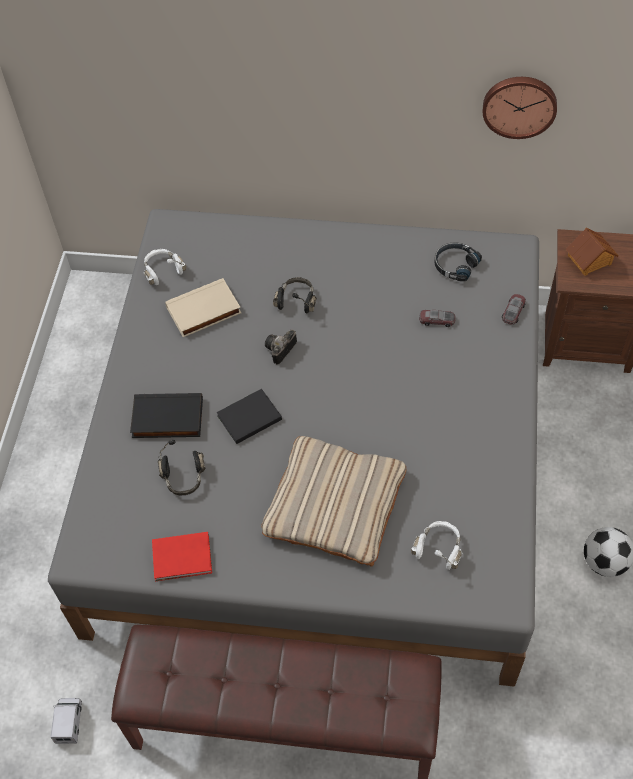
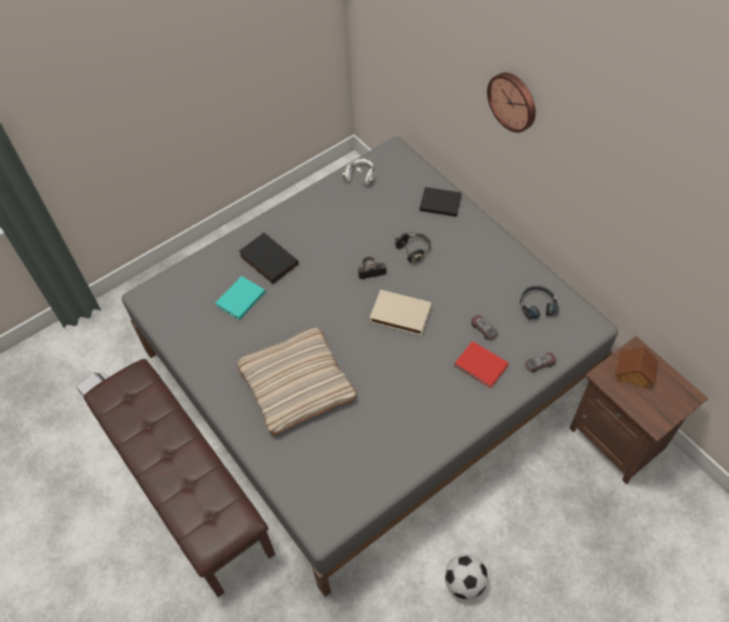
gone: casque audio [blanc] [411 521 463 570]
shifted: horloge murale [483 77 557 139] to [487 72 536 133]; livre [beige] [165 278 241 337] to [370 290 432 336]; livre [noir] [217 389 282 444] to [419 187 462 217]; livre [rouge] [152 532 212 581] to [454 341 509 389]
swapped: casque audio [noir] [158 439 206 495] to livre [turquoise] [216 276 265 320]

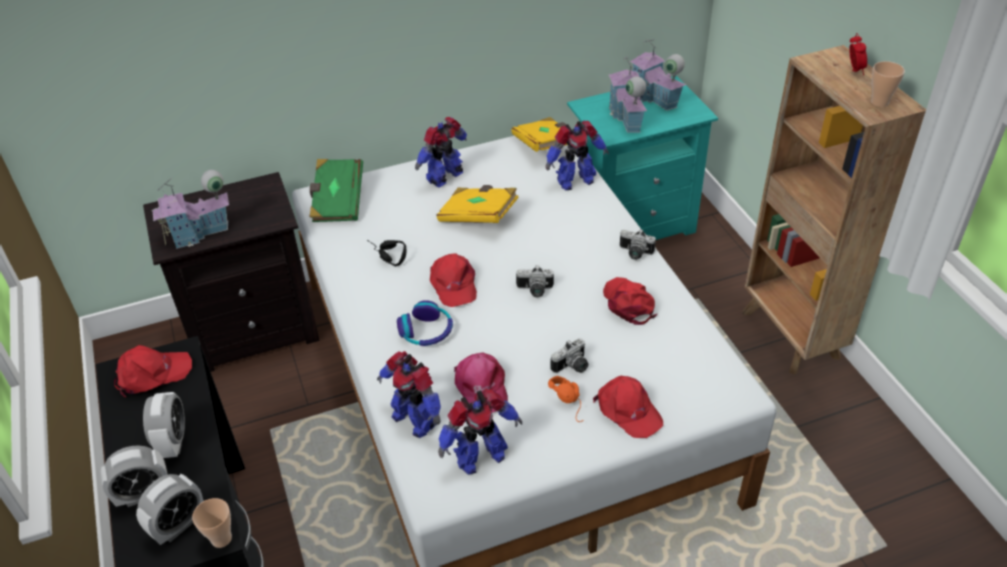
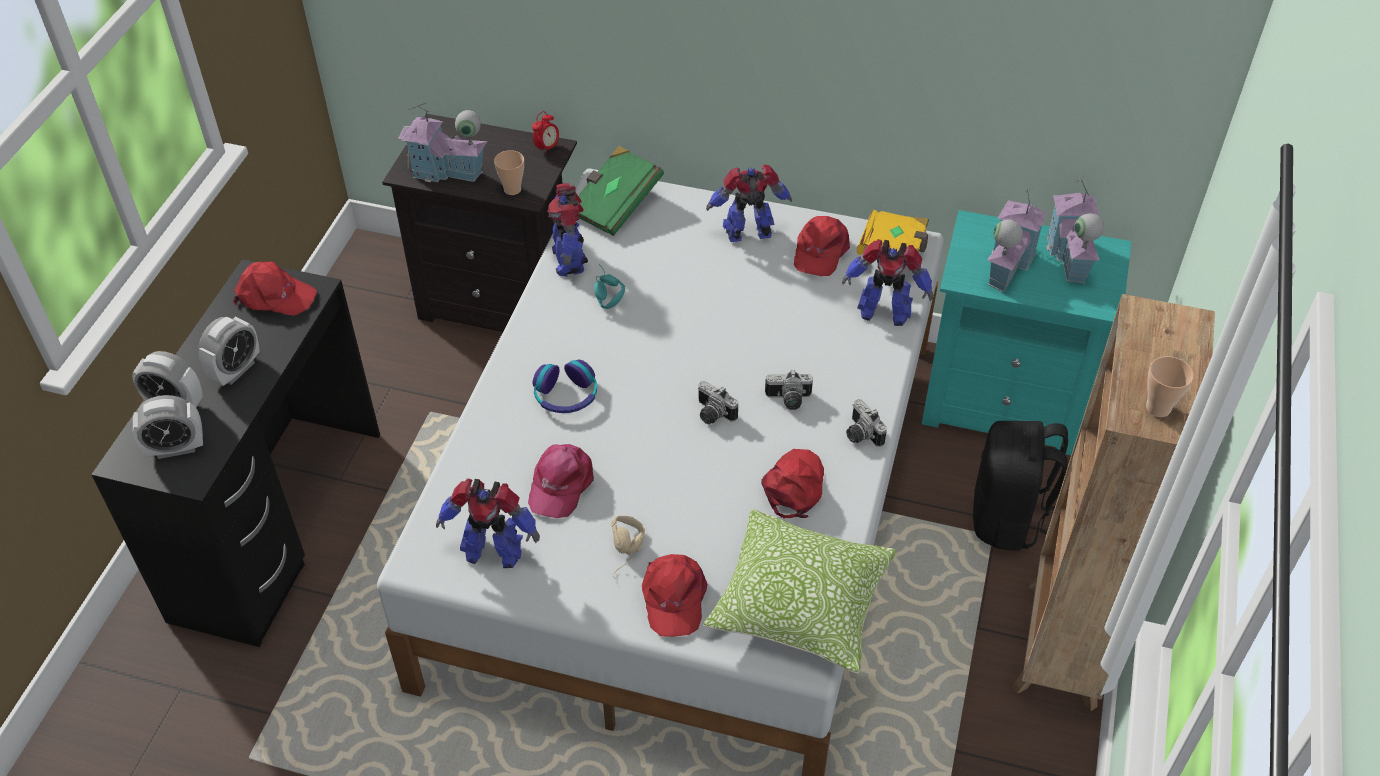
gone: livre [jaune] [437 185 519 223]
new: sac à dos [noir] [973 421 1068 551]; coussin [703 509 896 674]
shifted: réveil [849 33 867 75] to [532 111 559 155]; casquette [rouge] [430 253 477 307] to [794 216 850 276]; appareil photo [550 338 588 373] to [765 369 813 410]; robot jouet [377 351 441 438] to [547 183 588 276]; tasse [192 498 232 548] to [494 150 524 195]
repainted: casque audio [noir] [367 240 406 267] to casque audio [turquoise] [594 264 625 309]; casque audio [orange] [548 376 583 422] to casque audio [beige] [611 516 645 578]

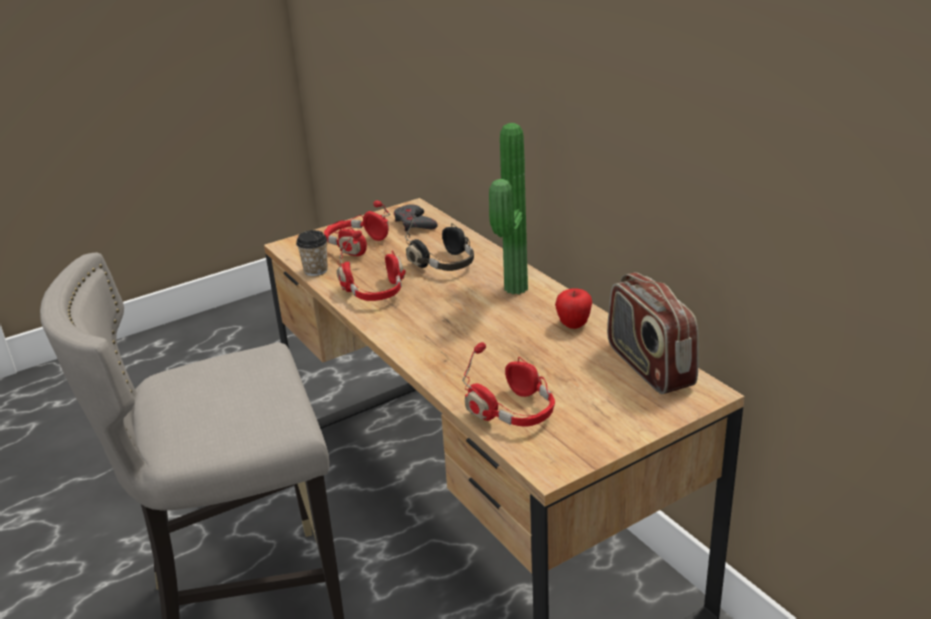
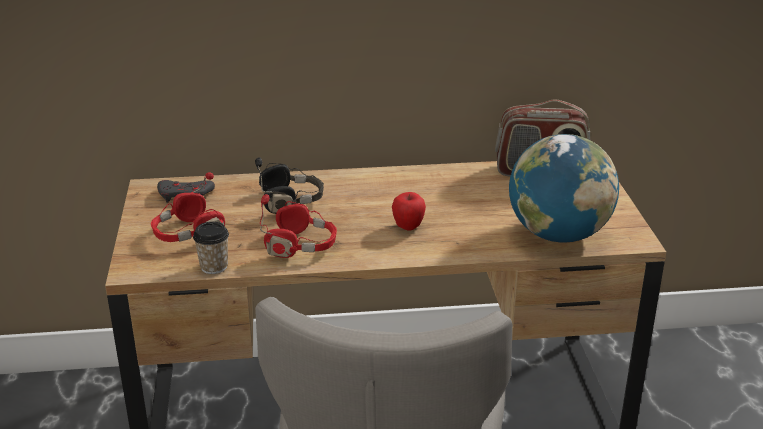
gone: plante en pot [489 123 528 294]
shifted: pomme [555 289 592 329] to [392 192 426 230]
swapped: casque audio [rouge] [462 342 555 427] to globe [509 134 619 243]

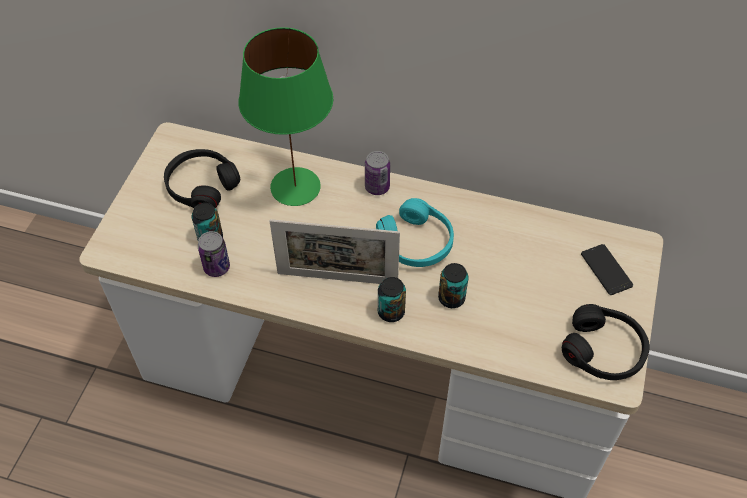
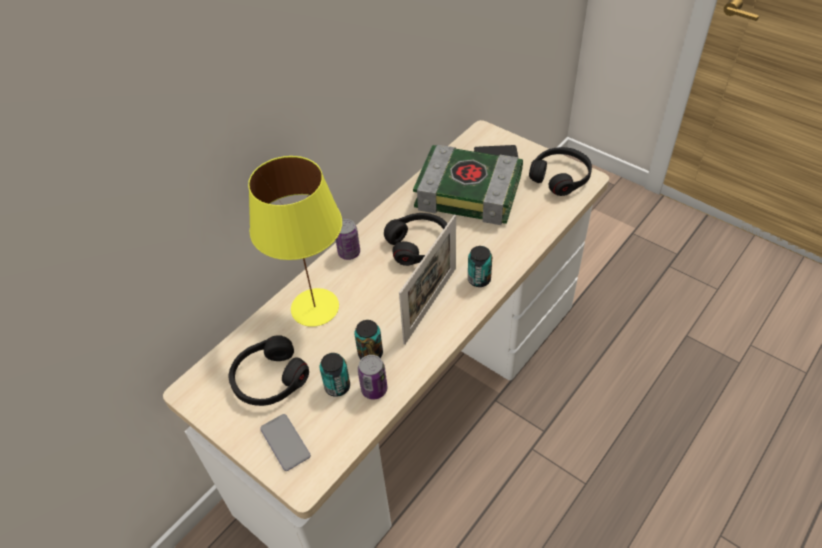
new: livre [413 145 523 225]; téléphone [260 414 311 471]
shifted: boîte métallique [438 263 469 308] to [354 320 383 359]
repainted: lampe de table [vert] [239 27 333 206] to lampe de table [jaune] [248 156 342 327]; casque audio [turquoise] [376 198 454 267] to casque audio [noir] [384 213 448 266]

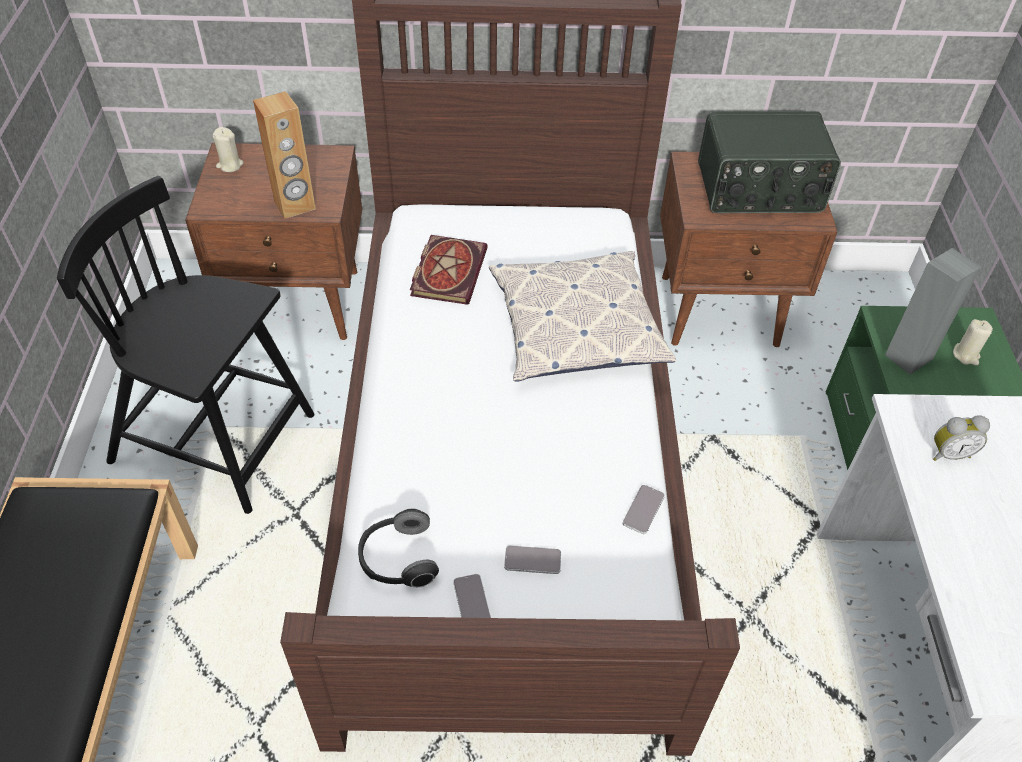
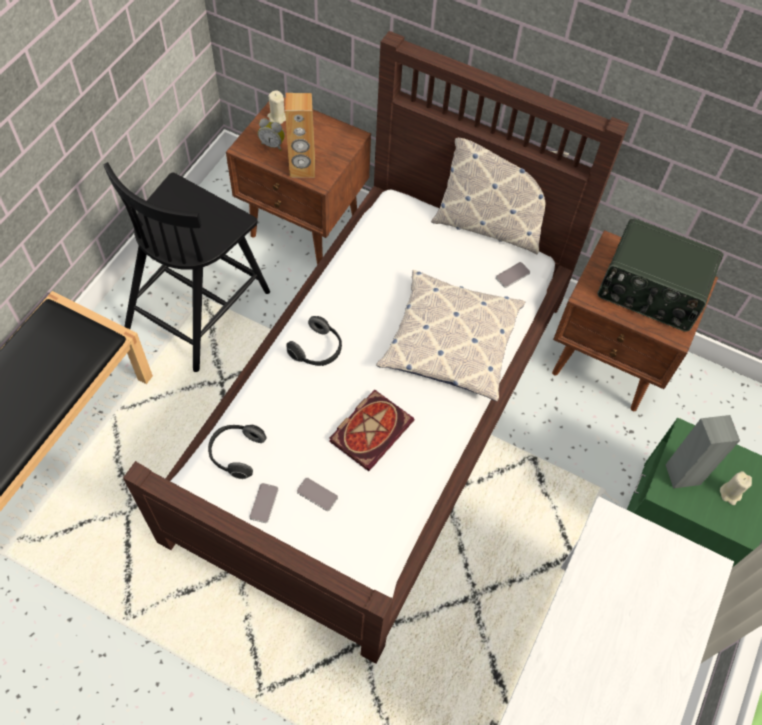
new: coussin [431 138 569 254]; casque audio [286 316 342 366]
shifted: livre [410 235 488 305] to [329 390 414 471]; réveil [933 415 990 461] to [258 118 285 151]; téléphone [623 485 665 534] to [496 262 530 288]
rotated: chaise [noir] [57 176 314 514] = [104 162 270 372] 105 degrees counterclockwise

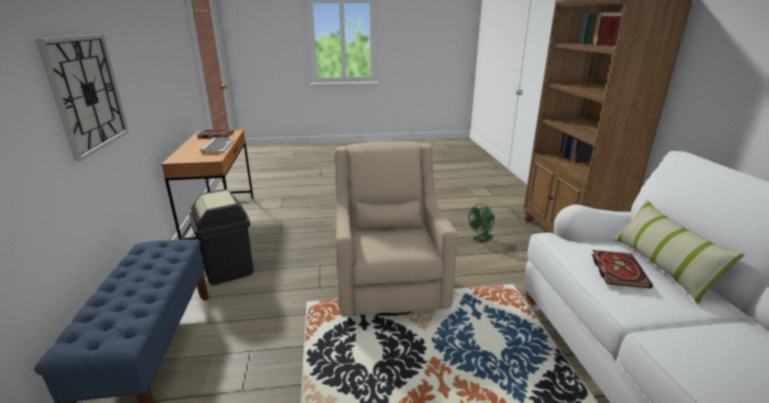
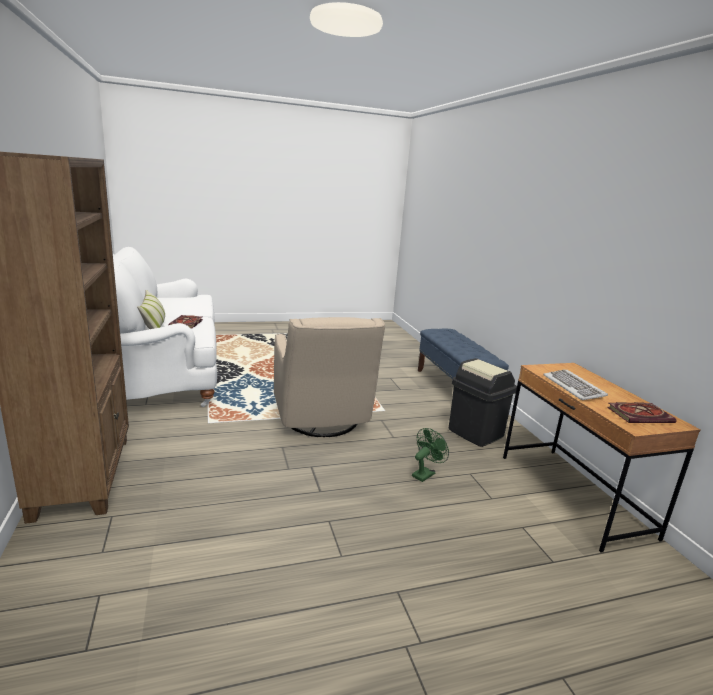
gone: horloge murale [35 34 129 161]
shifted: ventilateur [vert] [468 204 495 243] to [412 428 449 482]

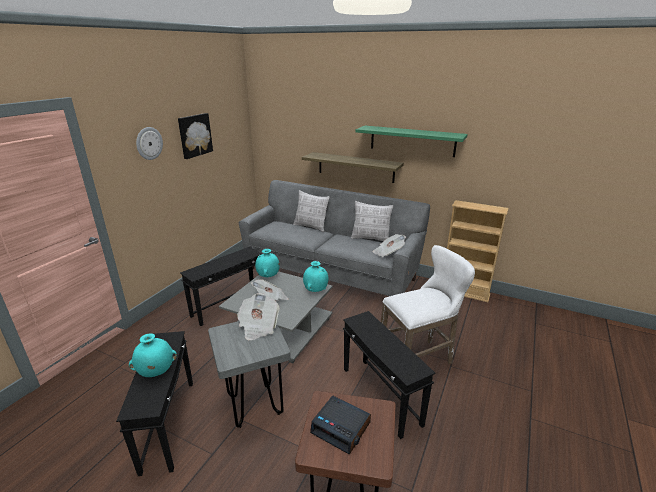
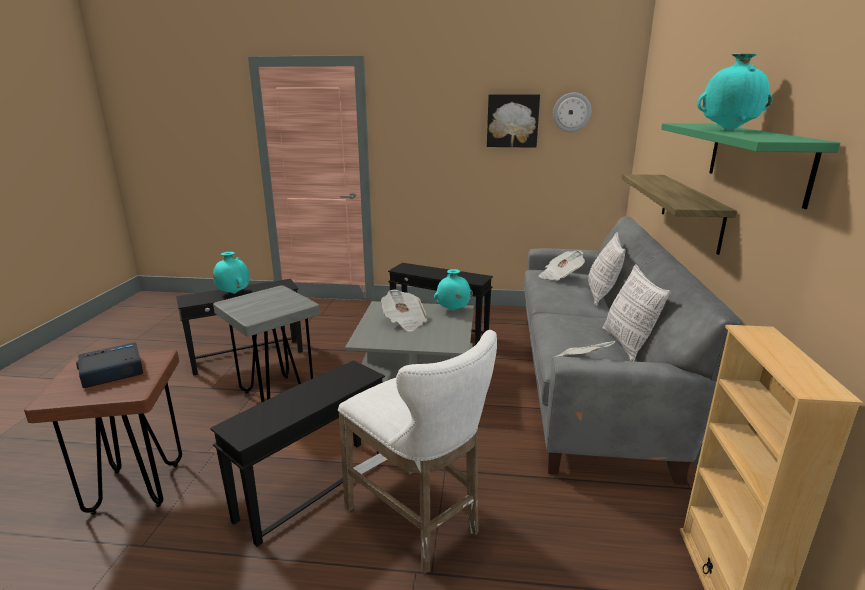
shifted: horloge murale [136 127 163 160] to [553 93 591 132]; vase [turquoise] [303 261 329 292] to [697 53 772 130]; journal [237 293 280 341] to [539 251 585 281]
rotated: réveil [310 396 371 455] = [76 342 143 388] 45 degrees clockwise

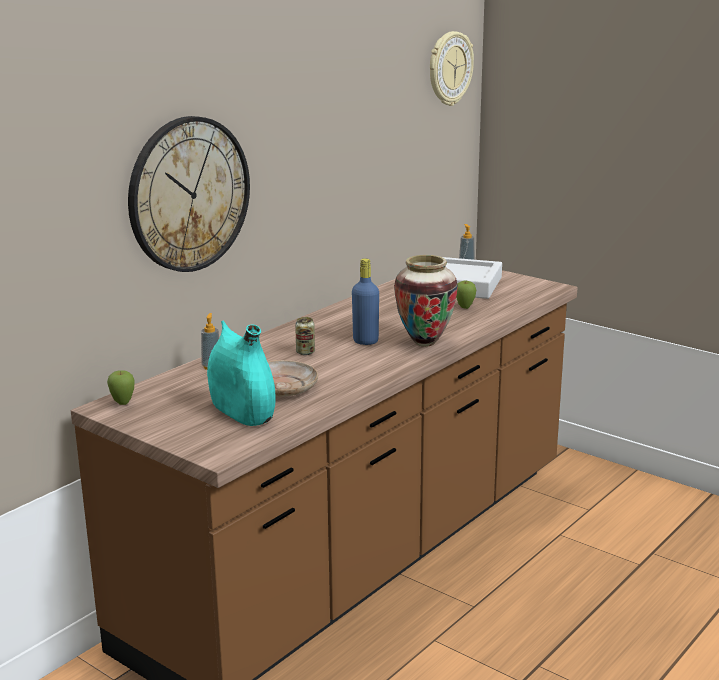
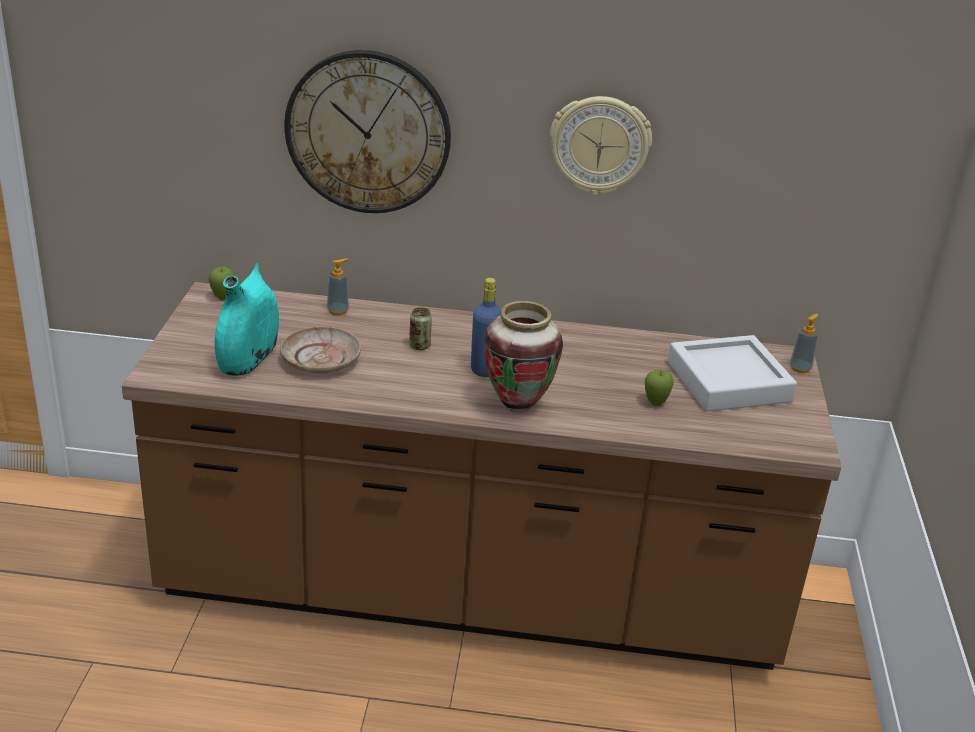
shifted: horloge murale [430 31 474 106] to [550 96 652 195]

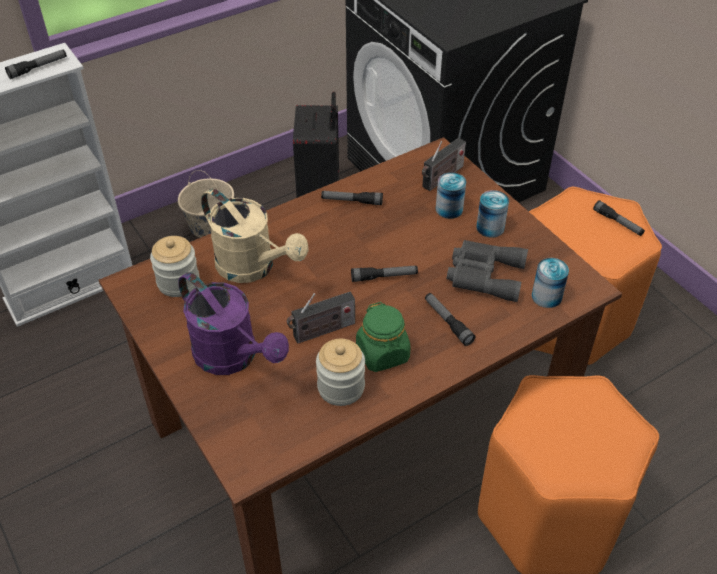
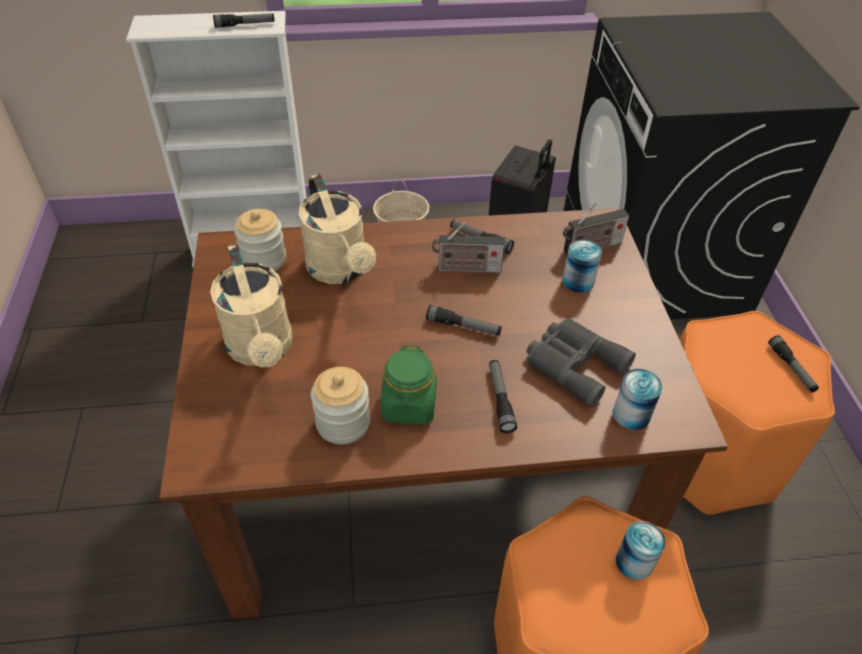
shifted: boîte métallique [476 190 509 238] to [616 521 666 580]; radio [286 292 355 343] to [432 222 505 273]
repainted: arrosoir [violet] [178 272 289 375] to arrosoir [beige] [210 244 293 368]

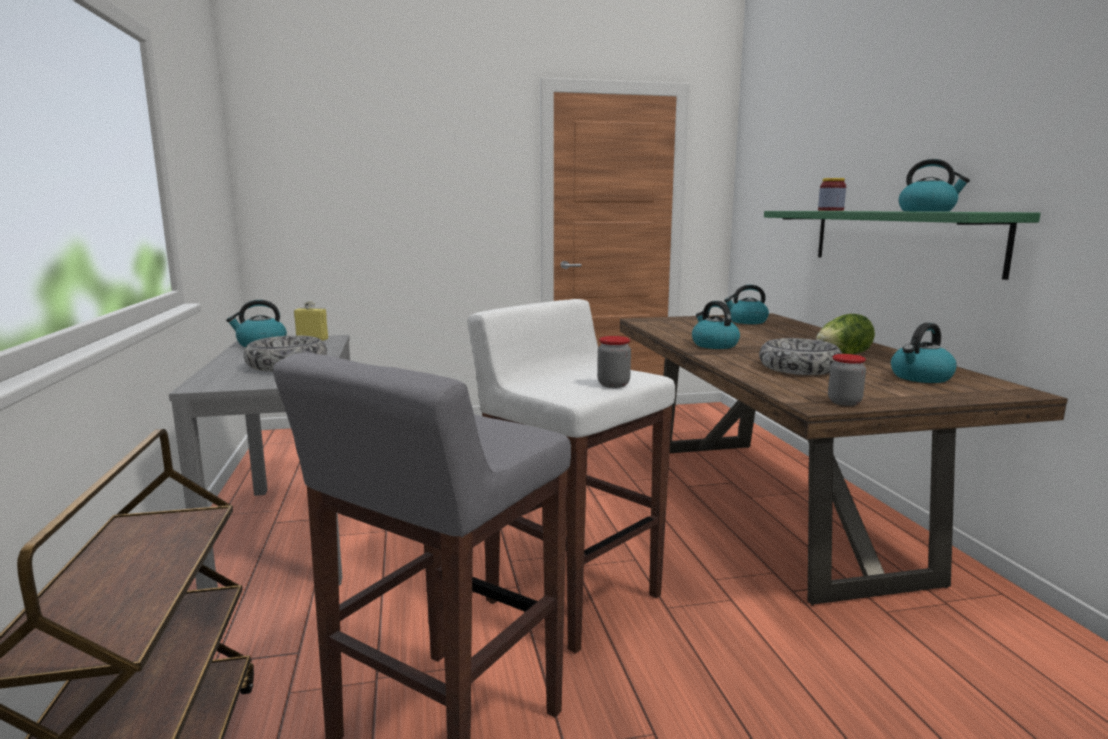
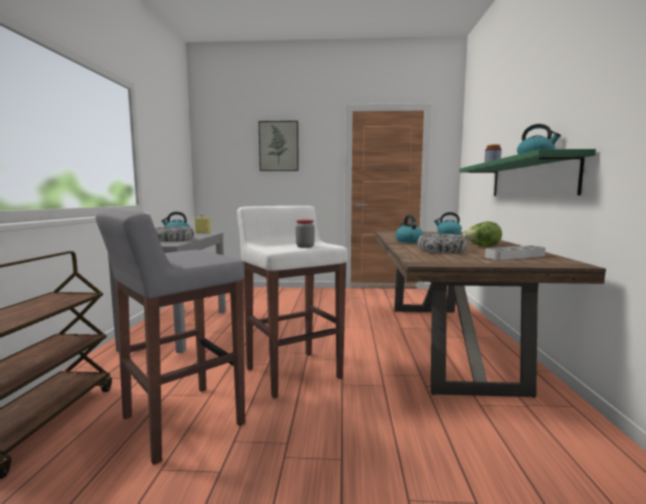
gone: bocal [828 354 866 406]
new: tableau [259 121 299 171]
swapped: bouilloire [891 323 957 383] to plateau [gris] [485 246 546 260]

